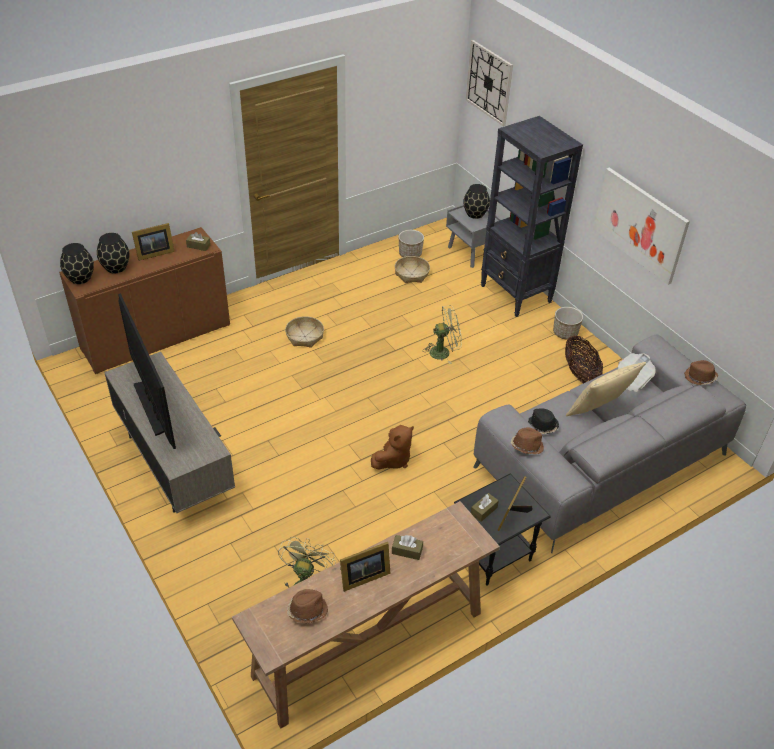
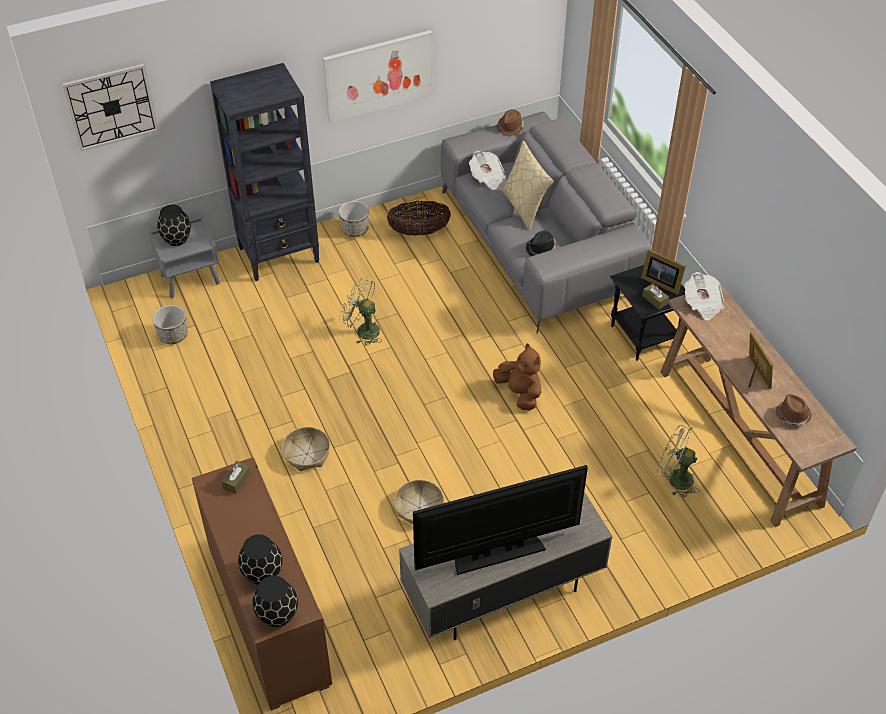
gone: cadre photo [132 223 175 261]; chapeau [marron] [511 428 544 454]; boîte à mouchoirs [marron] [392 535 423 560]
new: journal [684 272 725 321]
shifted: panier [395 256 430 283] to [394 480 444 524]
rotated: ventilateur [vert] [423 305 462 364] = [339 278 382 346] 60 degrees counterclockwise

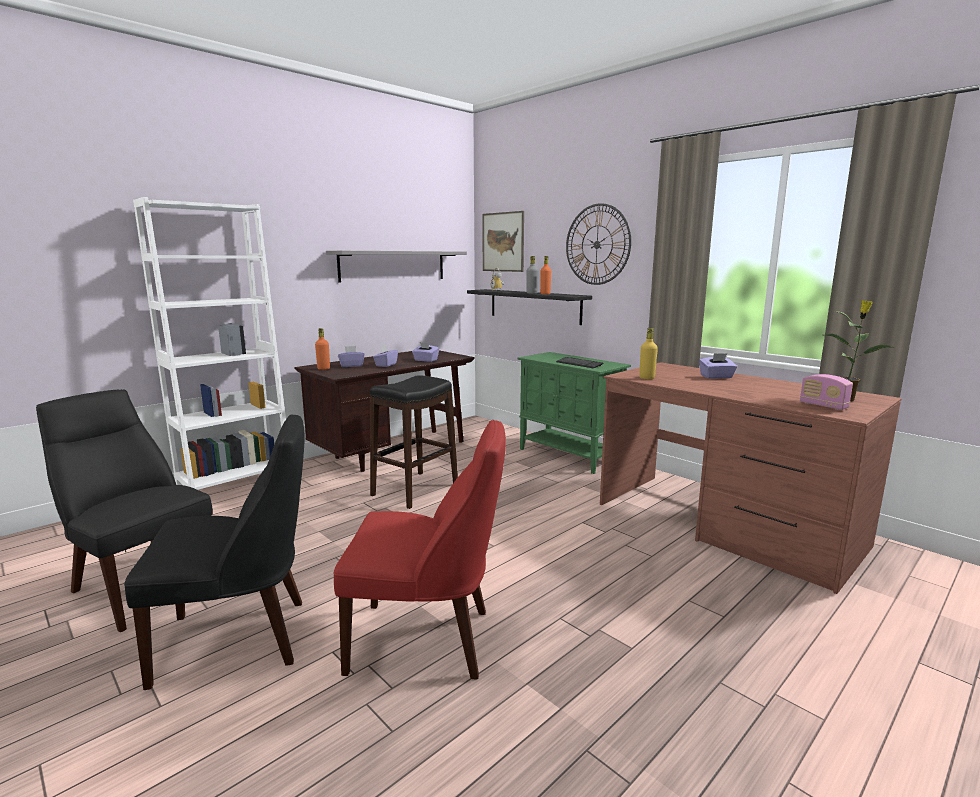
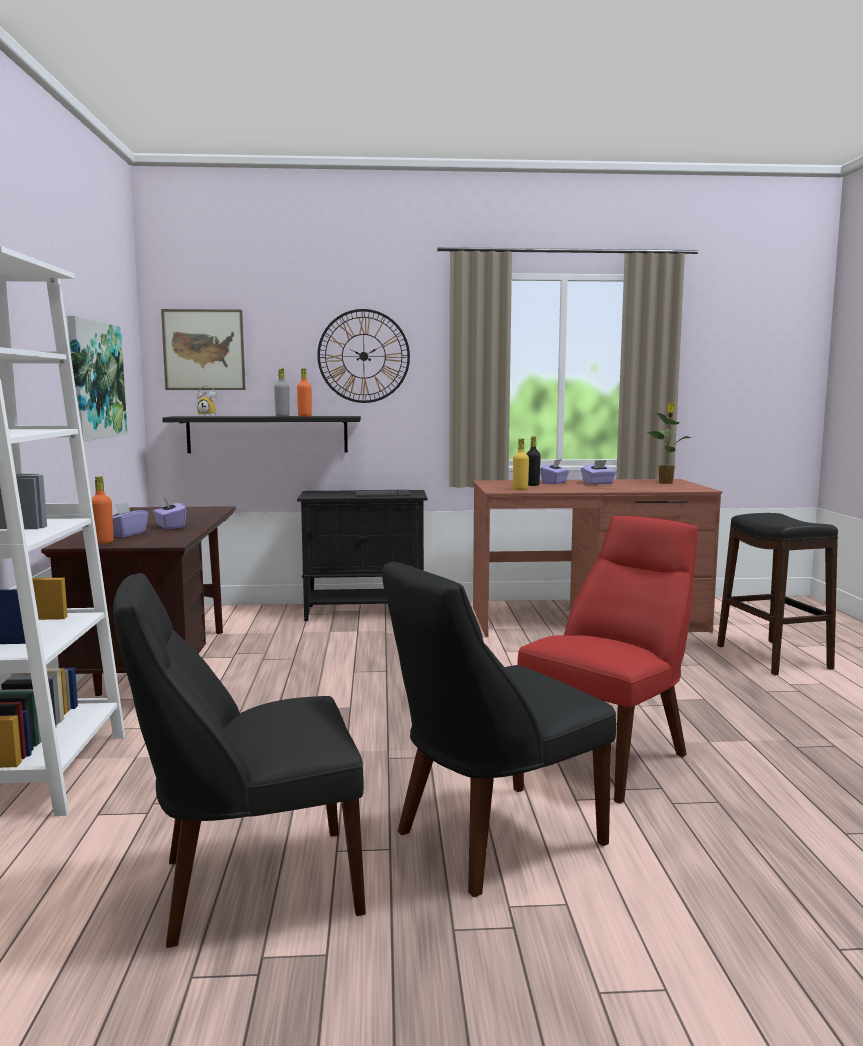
gone: radio [800 374 853 410]
new: bouteille [noir] [527 436 541 486]
shifted: boîte à mouchoirs [violet] [412 342 439 362] to [581 460 616 485]; tabouret [noir] [370 375 458 509] to [717 513 838 675]
swapped: étagère [gris] [326 251 467 283] to tableau [67 316 127 442]
repainted: meuble de rangement [vert] [518 352 631 474] to meuble de rangement [noir] [297 490 427 621]
rotated: chaise [noir] [124 414 305 690] = [382 561 616 897] 150 degrees counterclockwise

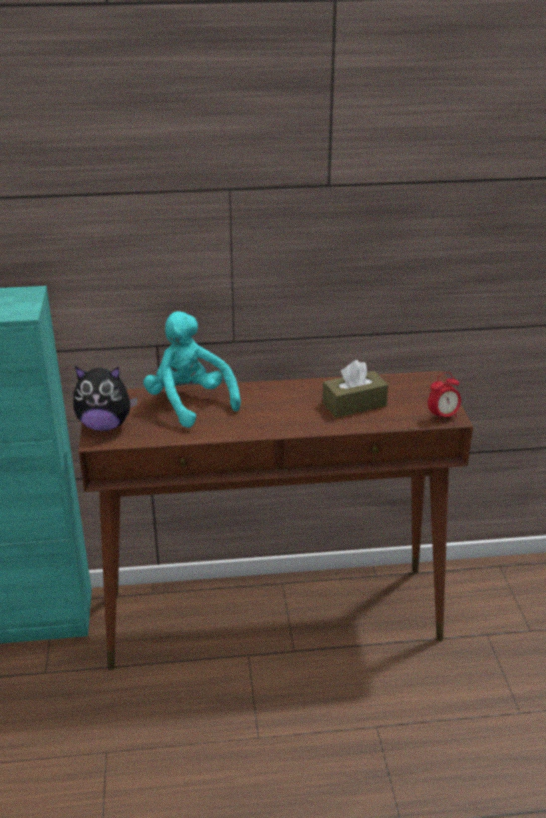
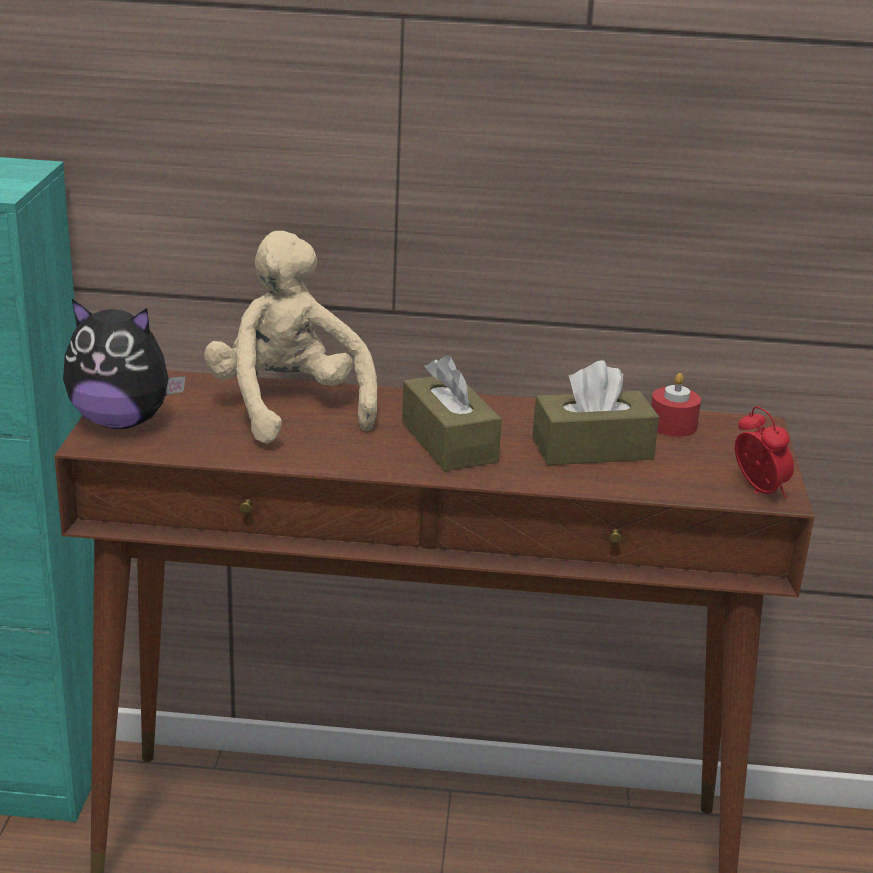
new: boîte à mouchoirs [marron] [402 355 502 471]; bougie [rouge] [651 373 701 437]
repainted: peluche [turquoise] [143 311 241 428] to peluche [beige] [204 231 377 444]
rotated: réveil [428 372 461 422] = [735 406 794 498] 105 degrees counterclockwise

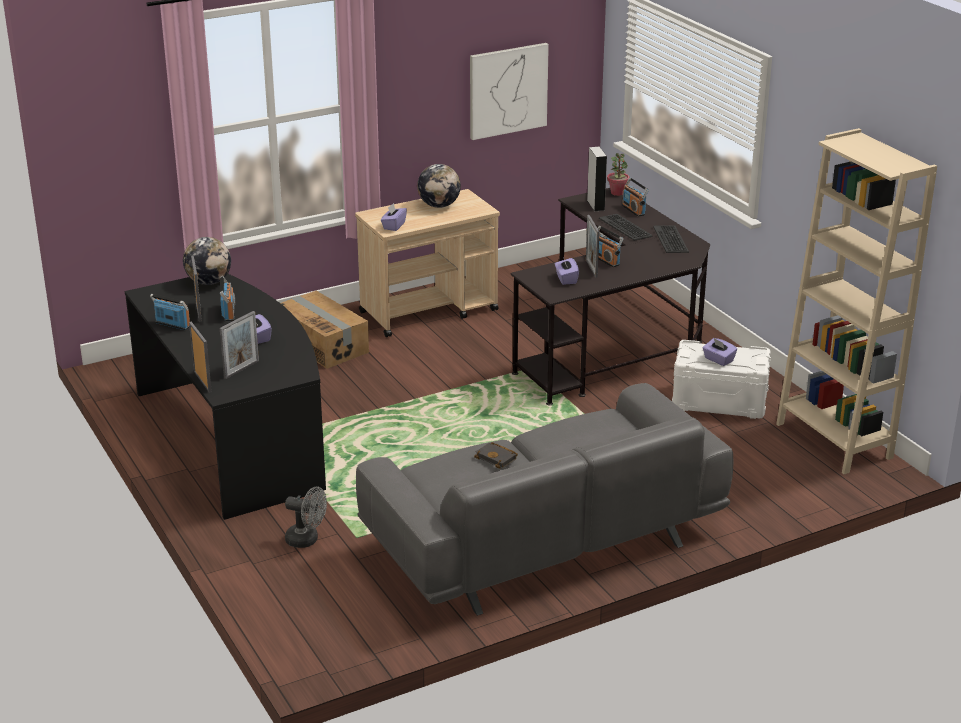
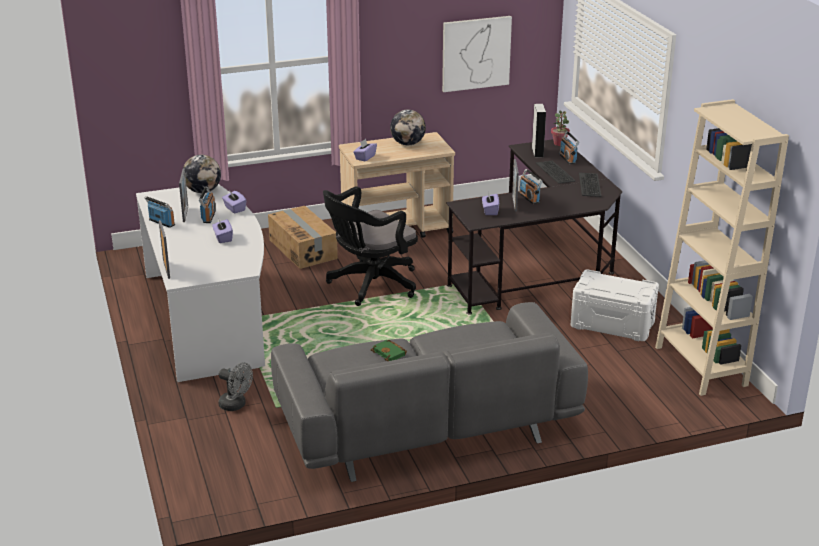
gone: cadre photo [220 311 259 379]
new: chaise de bureau [noir] [323 186 418 306]
shifted: boîte à mouchoirs [violet] [703 338 737 366] to [222 190 246 213]
repainted: bureau [noir] [125 274 326 520] to bureau [blanc] [136 184 265 382]; livre [noir] [474 442 518 469] to livre [vert] [371 340 407 361]

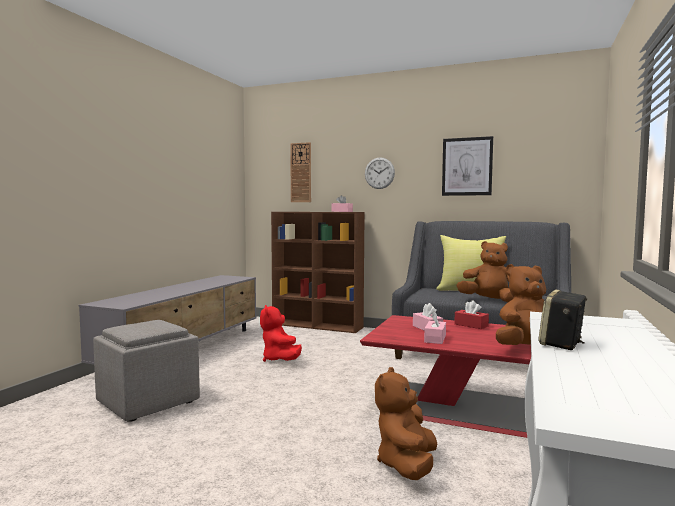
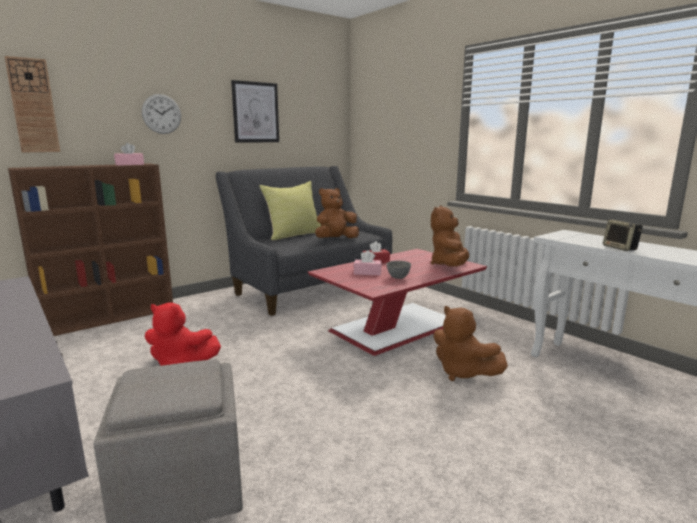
swapped: boîte à mouchoirs [rose] [424 311 446 344] to bol [gris] [387 261 411 279]

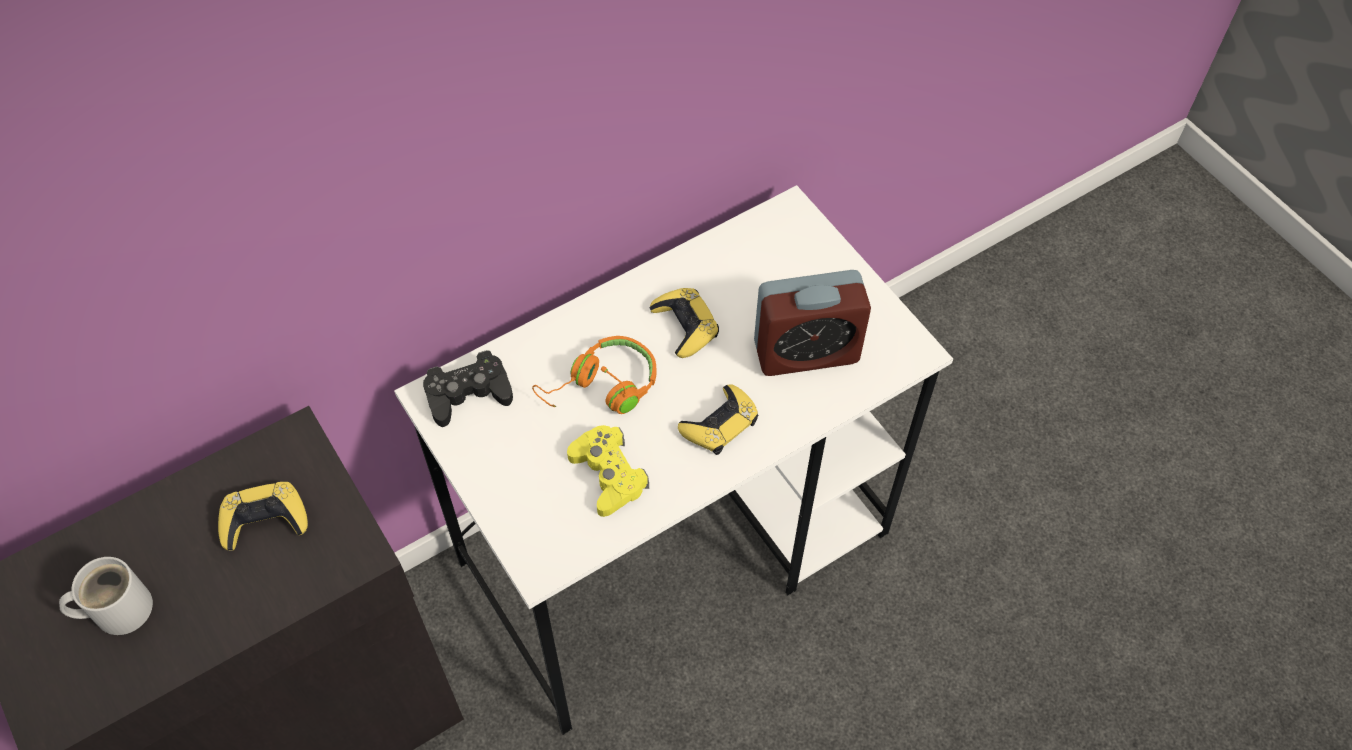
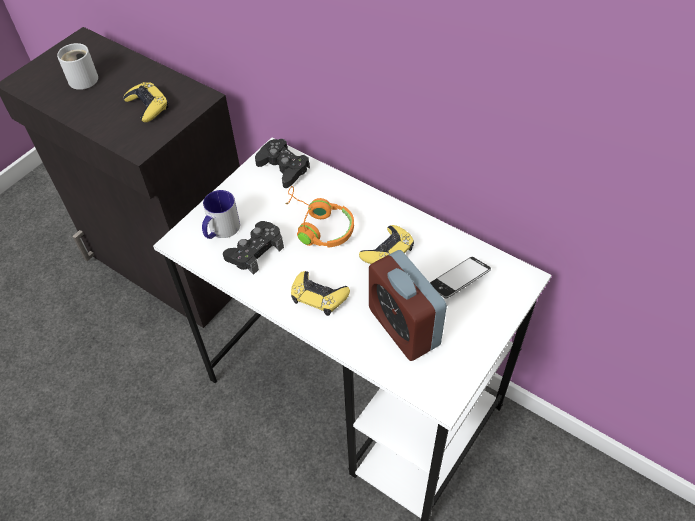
new: mug [202 190 240 239]; téléphone [430 257 491 299]
repainted: manette [jaune] [567 425 649 517] to manette [noir] [223 221 284 275]

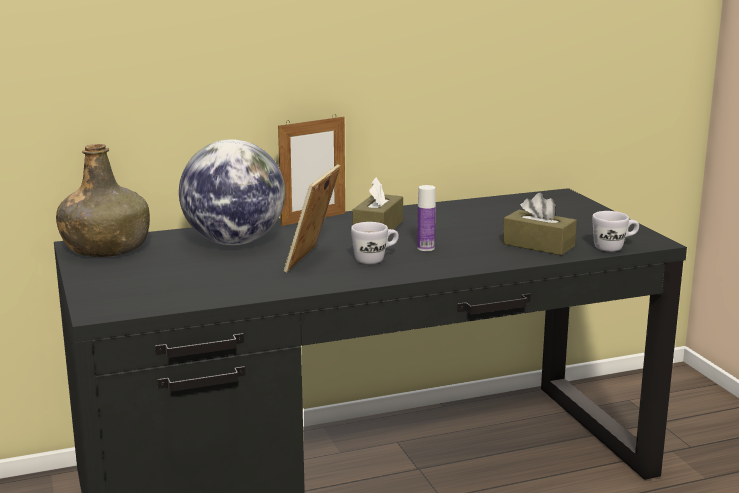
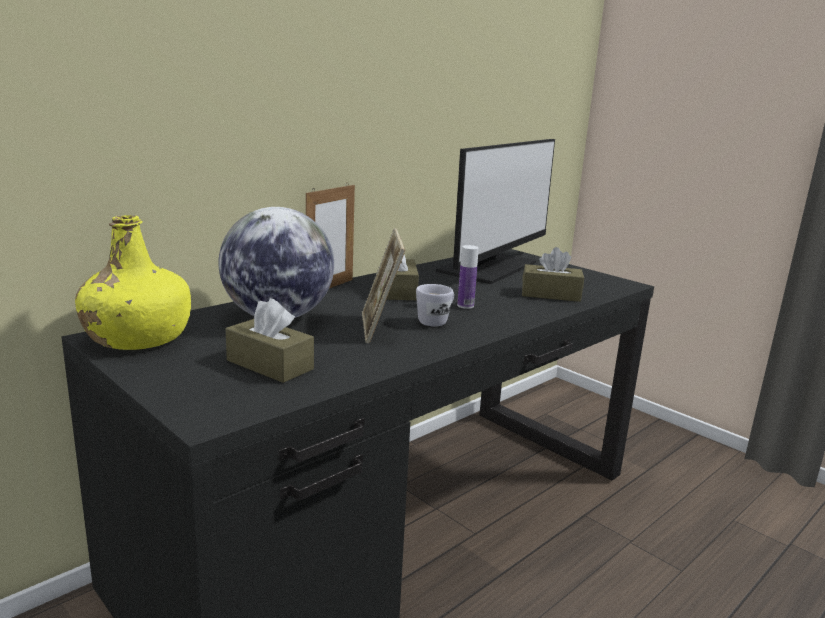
gone: mug [blanc] [592 211 639 252]
new: écran d'ordinateur [436 139 555 284]; boîte à mouchoirs [marron] [226 298 314 383]
repainted: bouteille [vert] [56 144 150 257] to bouteille [jaune] [75 215 191 350]

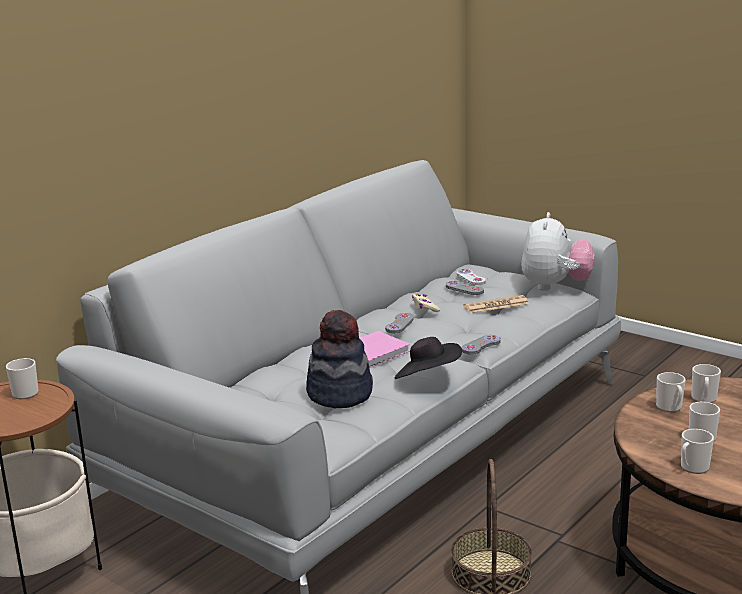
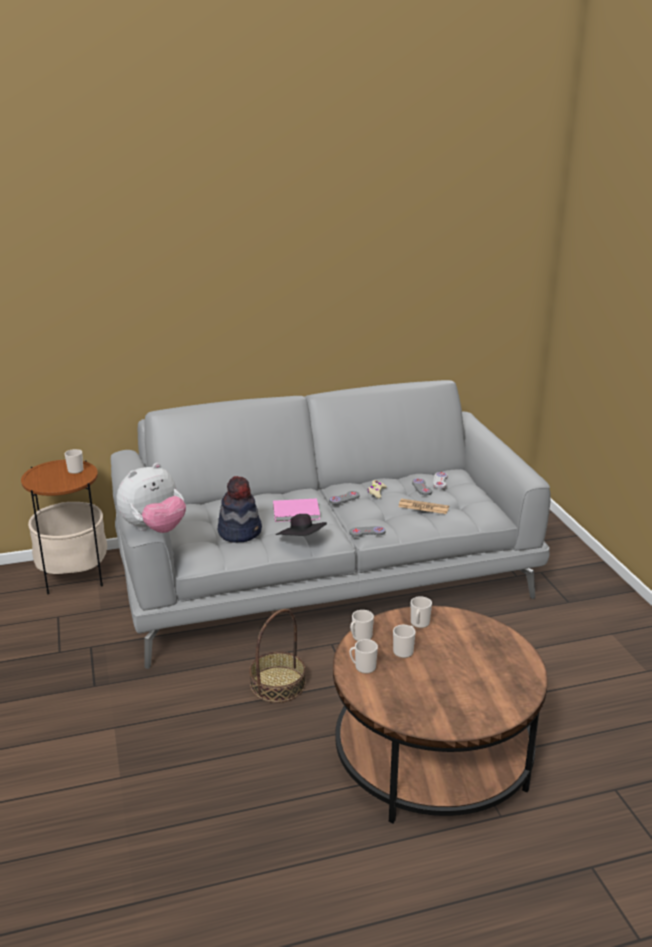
shifted: peluche [521 212 594 291] to [116 463 186 533]; mug [692 364 721 403] to [350 610 374 641]

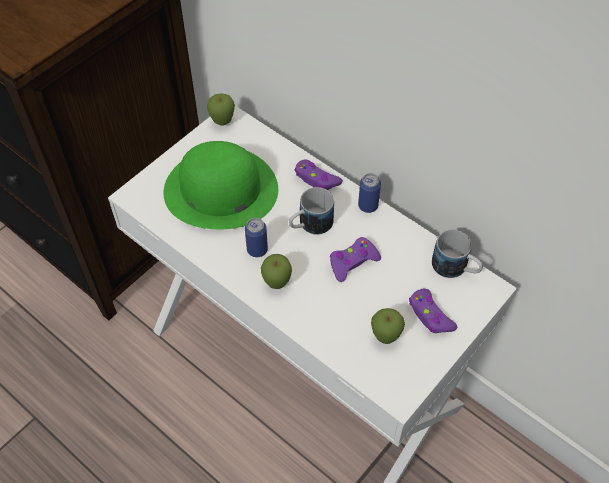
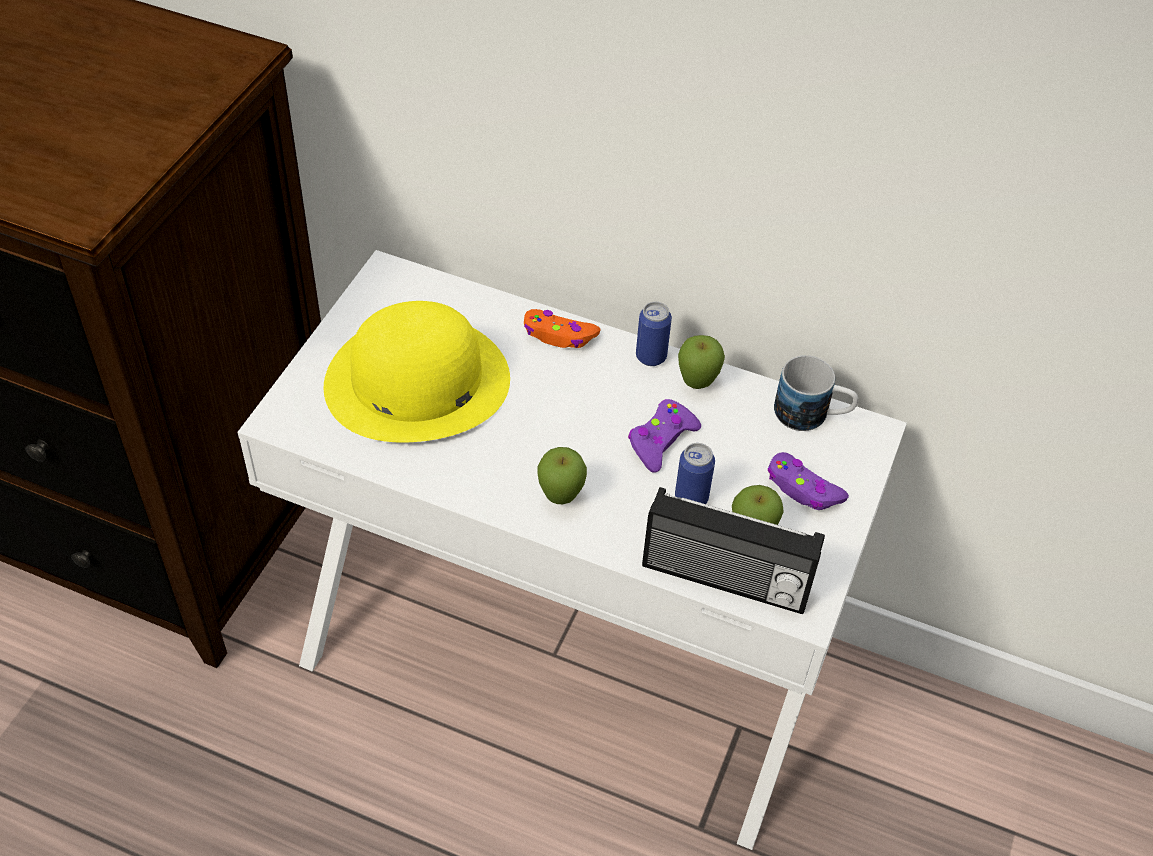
gone: mug [289 187 334 235]
new: radio [642 487 825 614]
shifted: pomme [207 93 235 126] to [678 335 725 389]; boîte métallique [245 218 268 257] to [675 443 715 504]
repainted: chapeau [vert] [164 141 278 229] to chapeau [jaune] [324 301 510 443]; manette [violet] [294 159 343 190] to manette [orange] [524 309 601 348]

